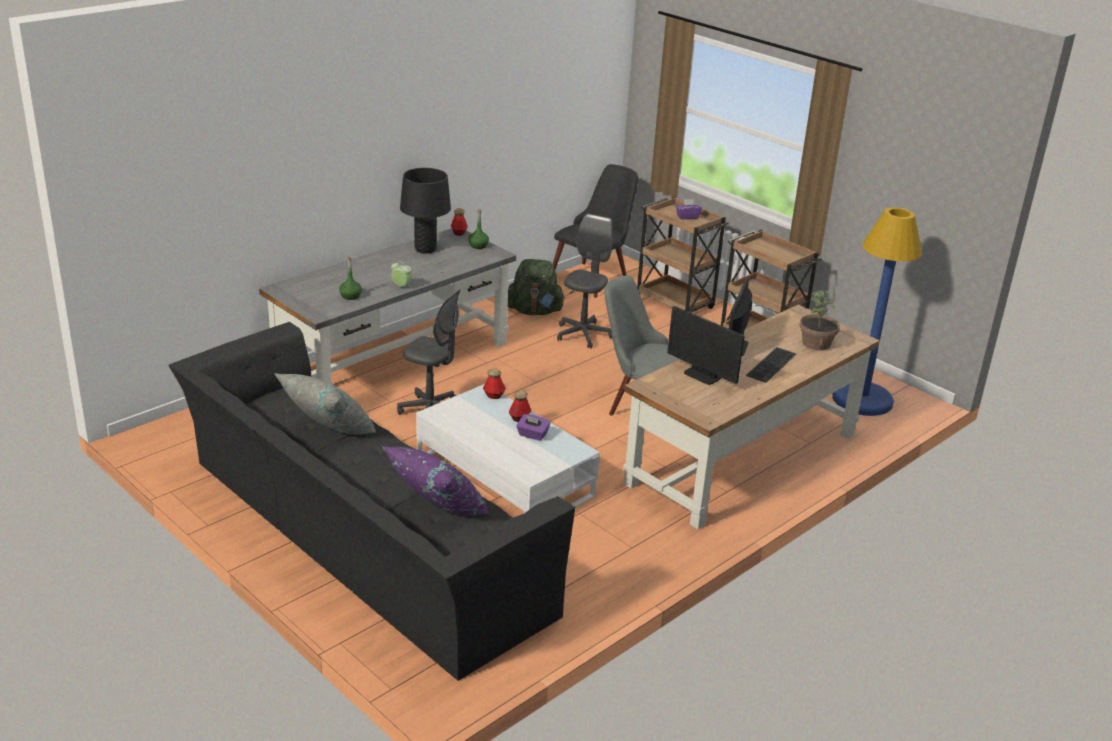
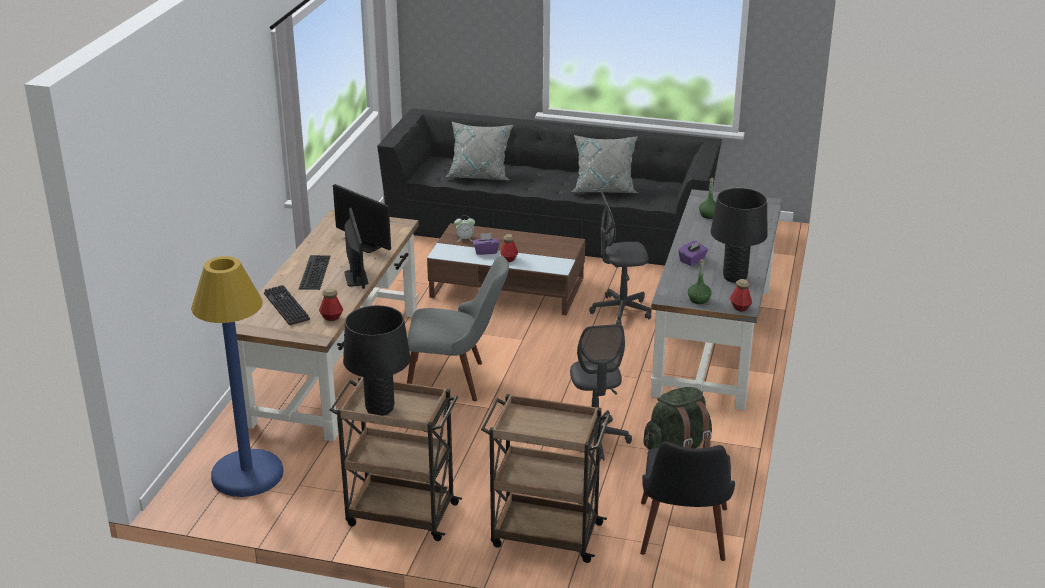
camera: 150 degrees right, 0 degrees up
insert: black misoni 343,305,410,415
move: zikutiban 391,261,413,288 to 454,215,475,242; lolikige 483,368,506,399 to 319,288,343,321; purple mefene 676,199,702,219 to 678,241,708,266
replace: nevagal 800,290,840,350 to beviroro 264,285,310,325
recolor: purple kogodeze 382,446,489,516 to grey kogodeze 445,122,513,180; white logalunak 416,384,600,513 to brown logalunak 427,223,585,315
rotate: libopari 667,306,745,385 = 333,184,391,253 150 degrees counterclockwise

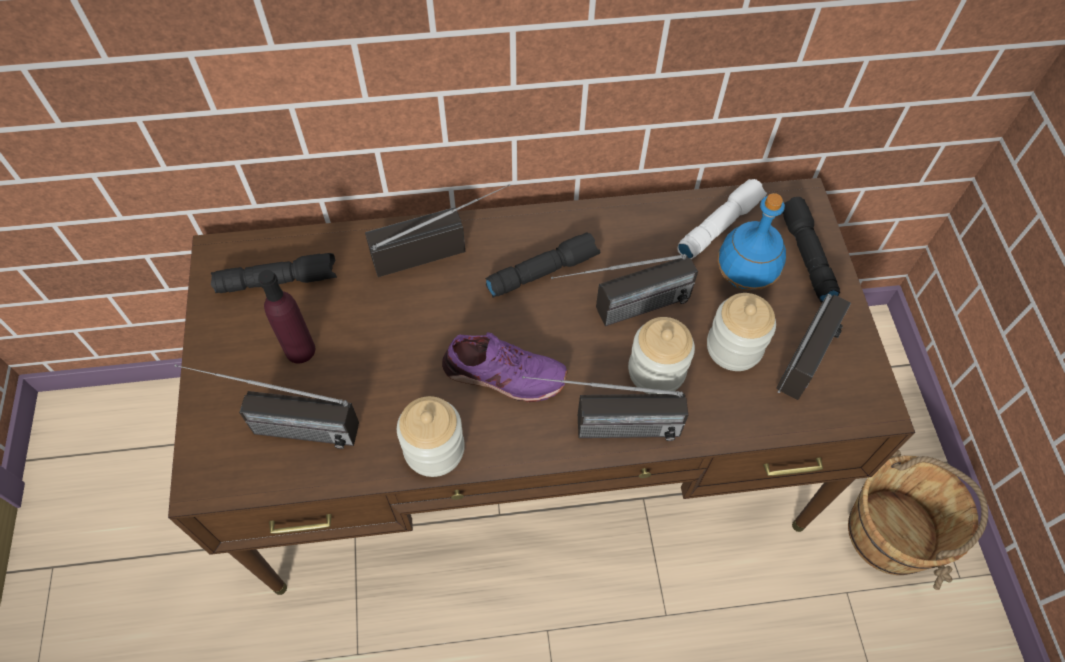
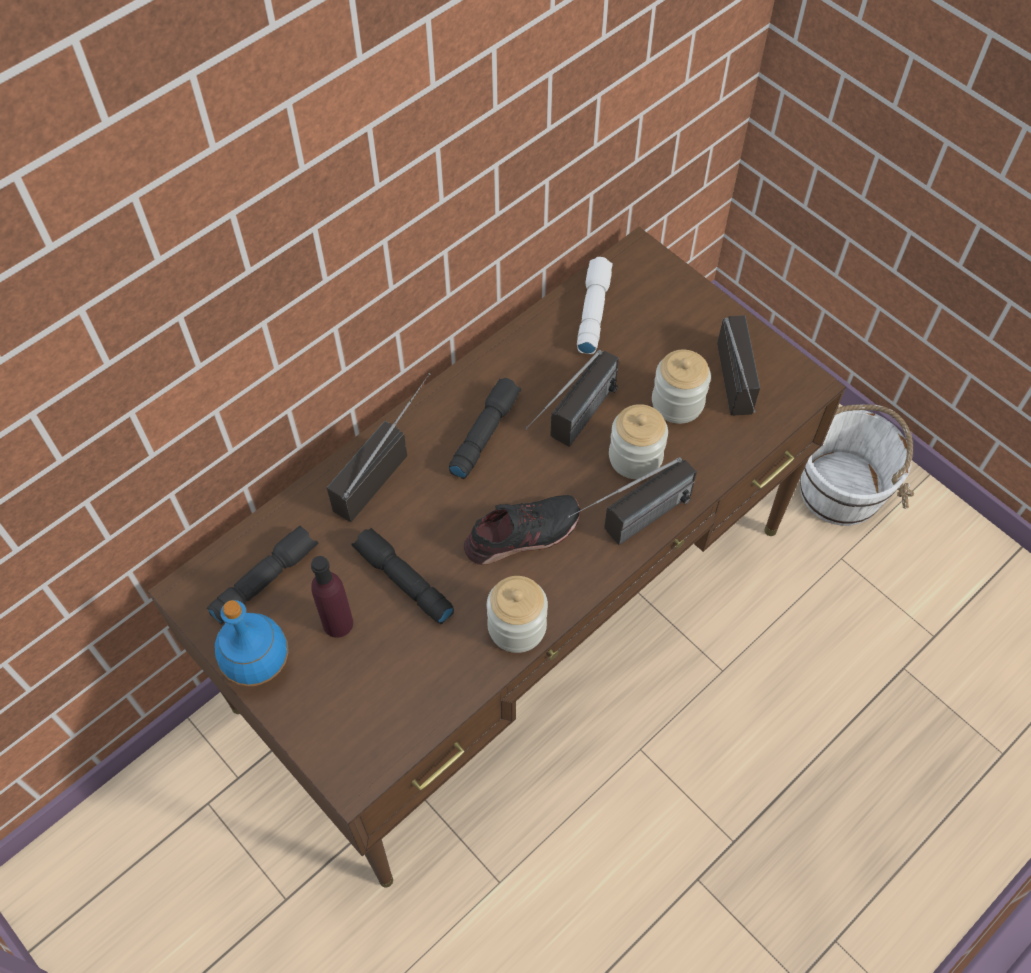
camera: 35 degrees left, 0 degrees up
delete: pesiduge 175,364,359,449
move: blue lolikige 717,193,786,291 to 215,600,289,686; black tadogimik 782,197,840,302 to 351,528,454,624
recolor: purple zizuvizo 442,332,568,402 to black zizuvizo 464,495,581,565; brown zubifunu 848,450,988,590 to white zubifunu 800,404,914,526

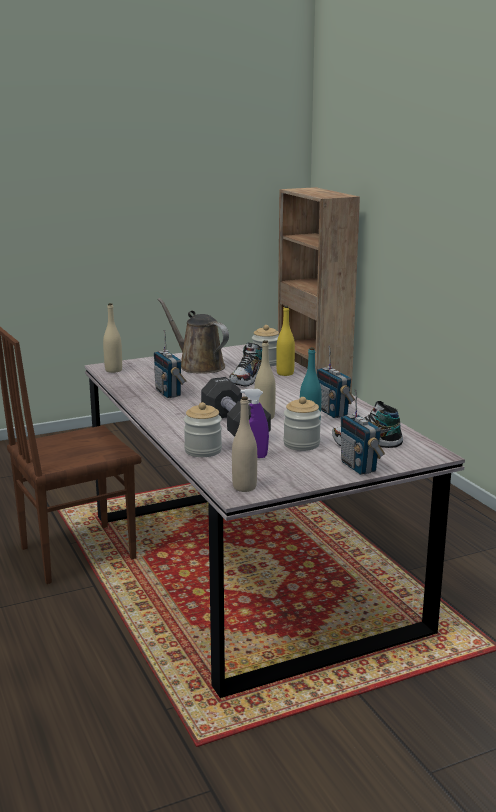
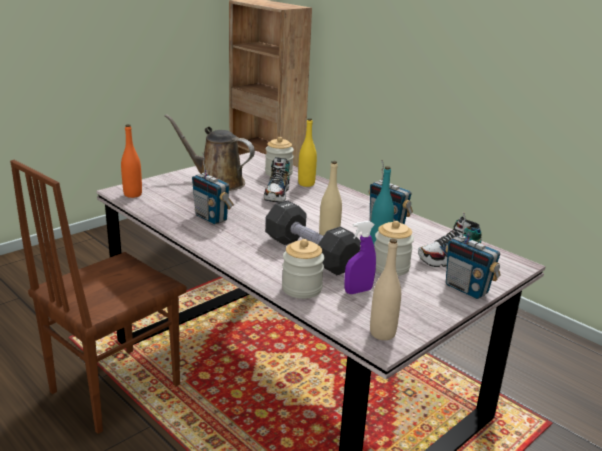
camera: 20 degrees left, 5 degrees up
recolor: beige lolikige 103,303,122,373 to orange lolikige 121,124,142,198

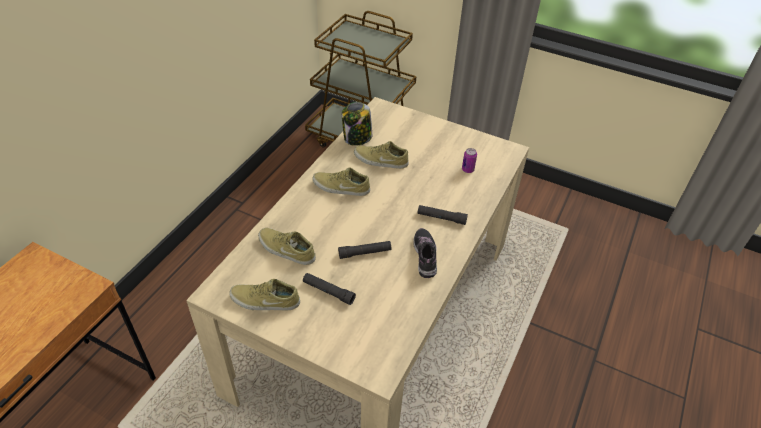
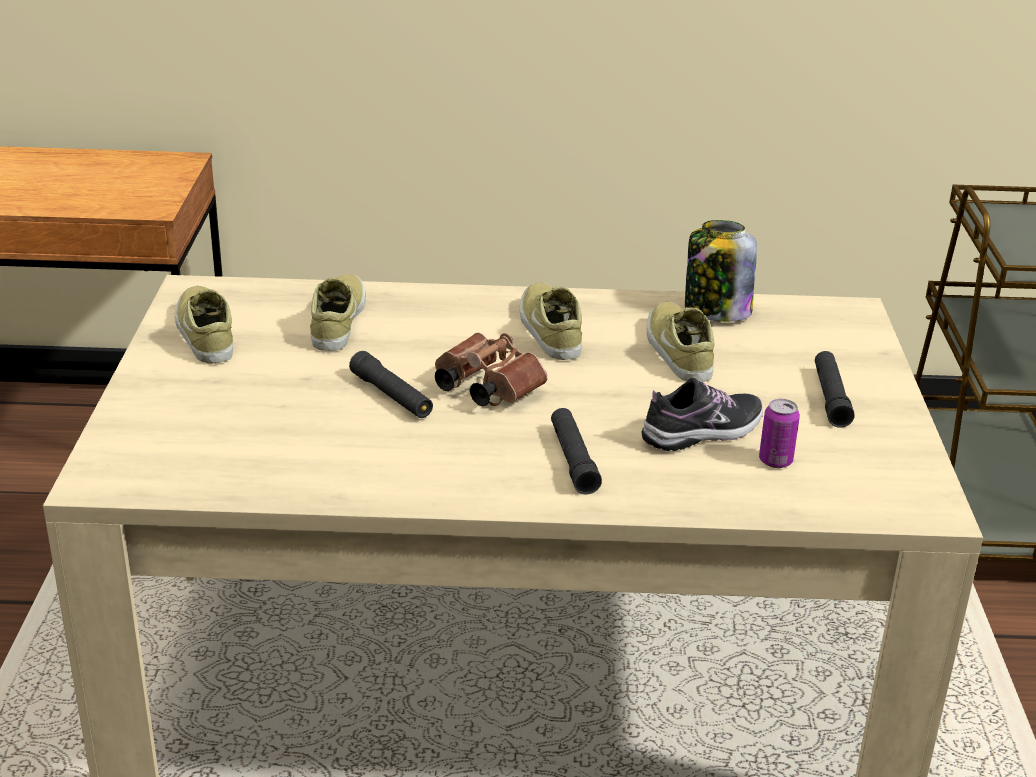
camera: 65 degrees right, 15 degrees down
insert: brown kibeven 435,333,547,406
move: black tadogimik 303,273,356,305 to 815,351,855,428; zizuvizo 413,228,437,278 to 642,378,763,451

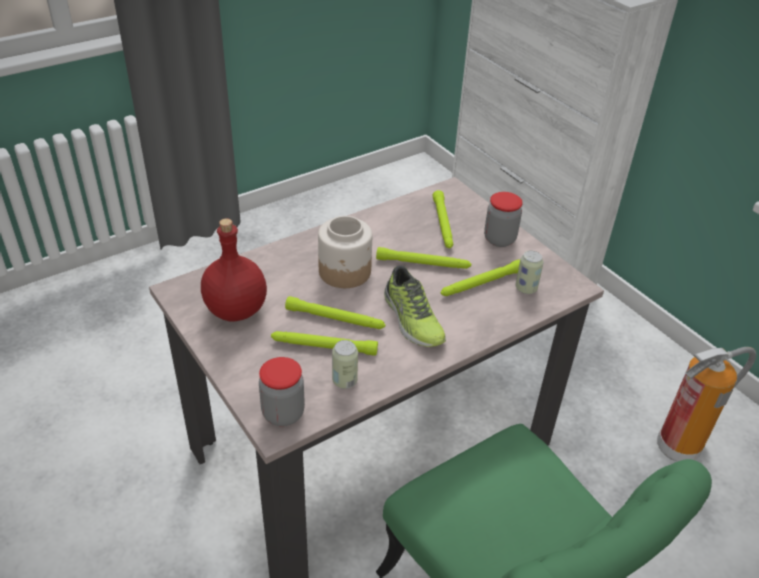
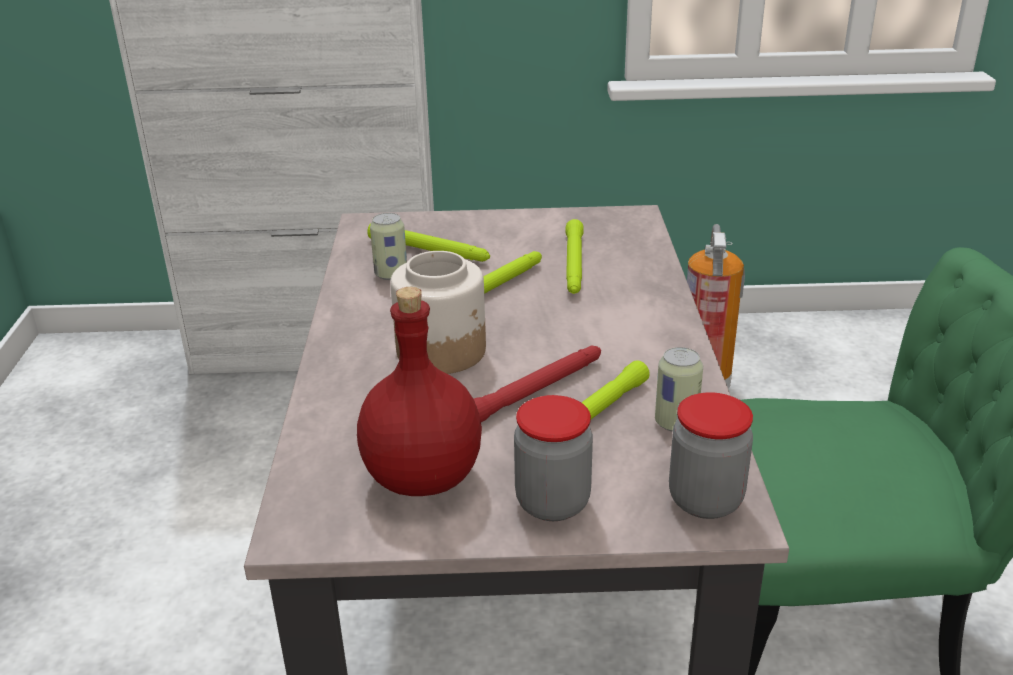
camera: 55 degrees left, 10 degrees down
delete: zizuvizo 384,265,446,347
move: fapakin 484,192,523,247 to 514,395,593,521; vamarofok 515,250,544,294 to 370,213,407,280
recolor: green tadogimik 285,296,386,329 to red tadogimik 474,345,601,422

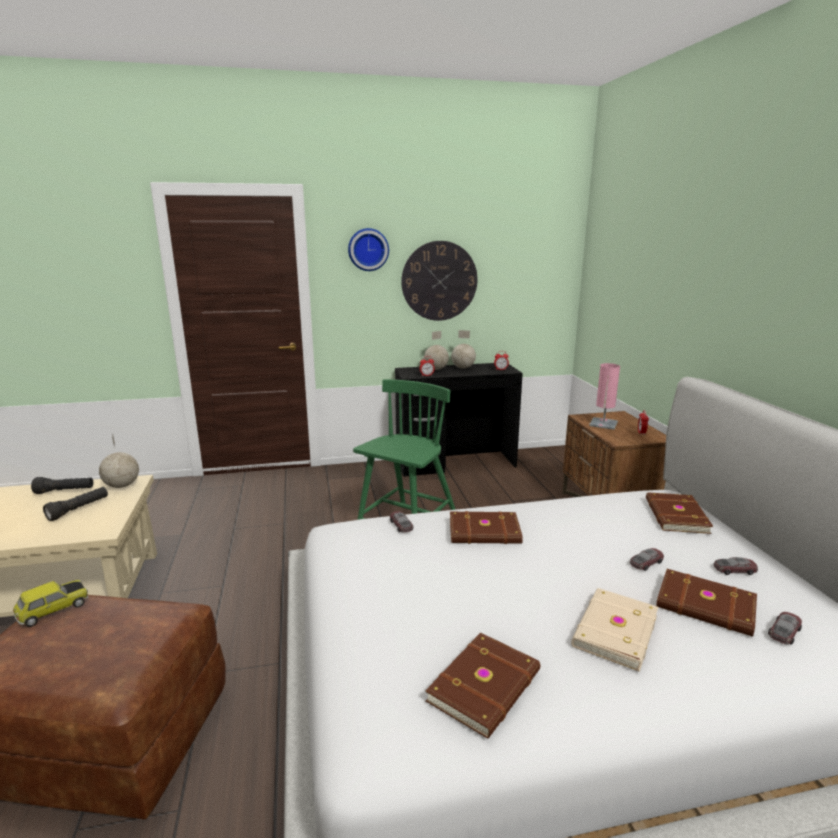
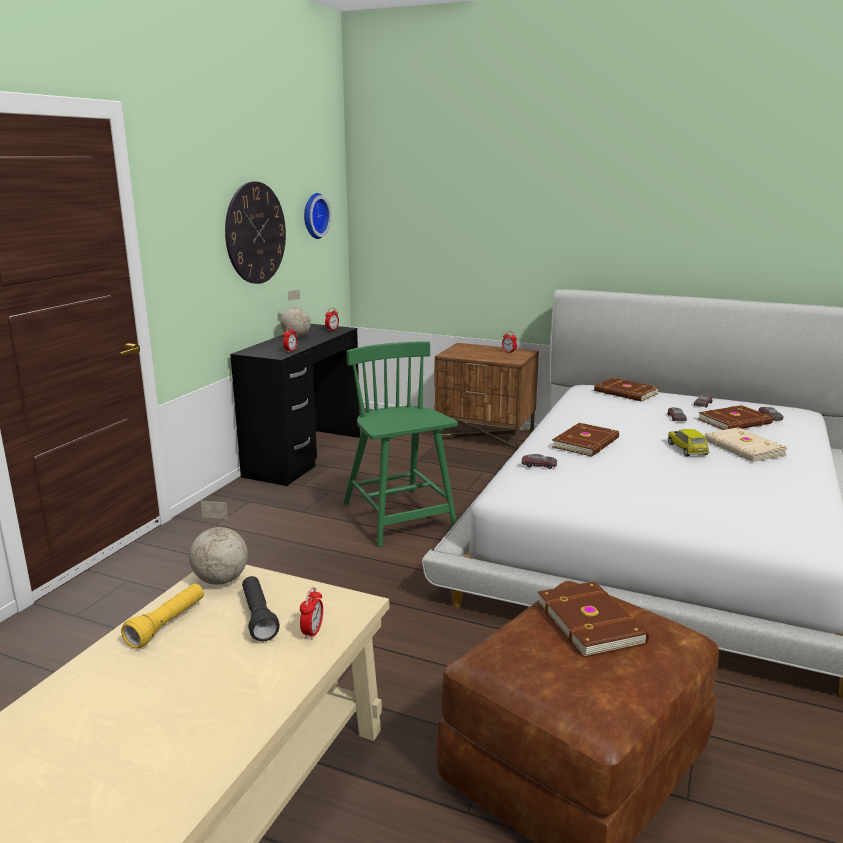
camera: 55 degrees left, 0 degrees up
delete: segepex 424,331,449,370; pink misoni 589,363,620,430
insert: zikutiban 300,587,323,640
move: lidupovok 13,580,88,627 to 668,429,709,456; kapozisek 348,228,389,271 to 304,193,331,239; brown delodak 425,632,540,738 to 537,581,649,658
recolor: black tadogimik 31,477,93,494 to yellow tadogimik 121,583,204,649

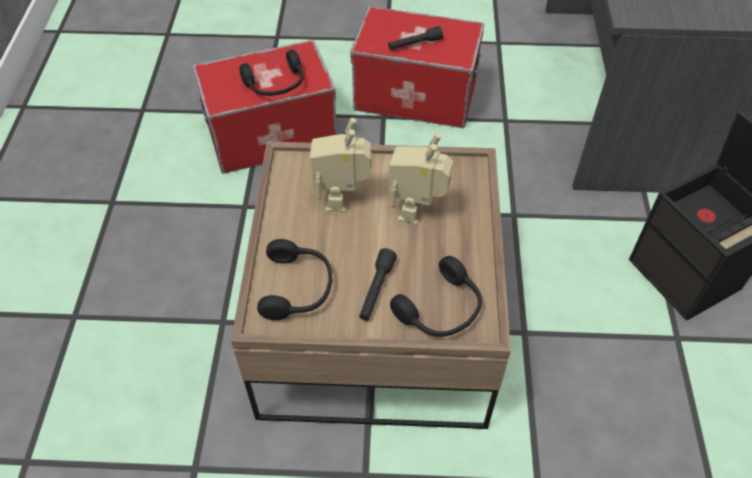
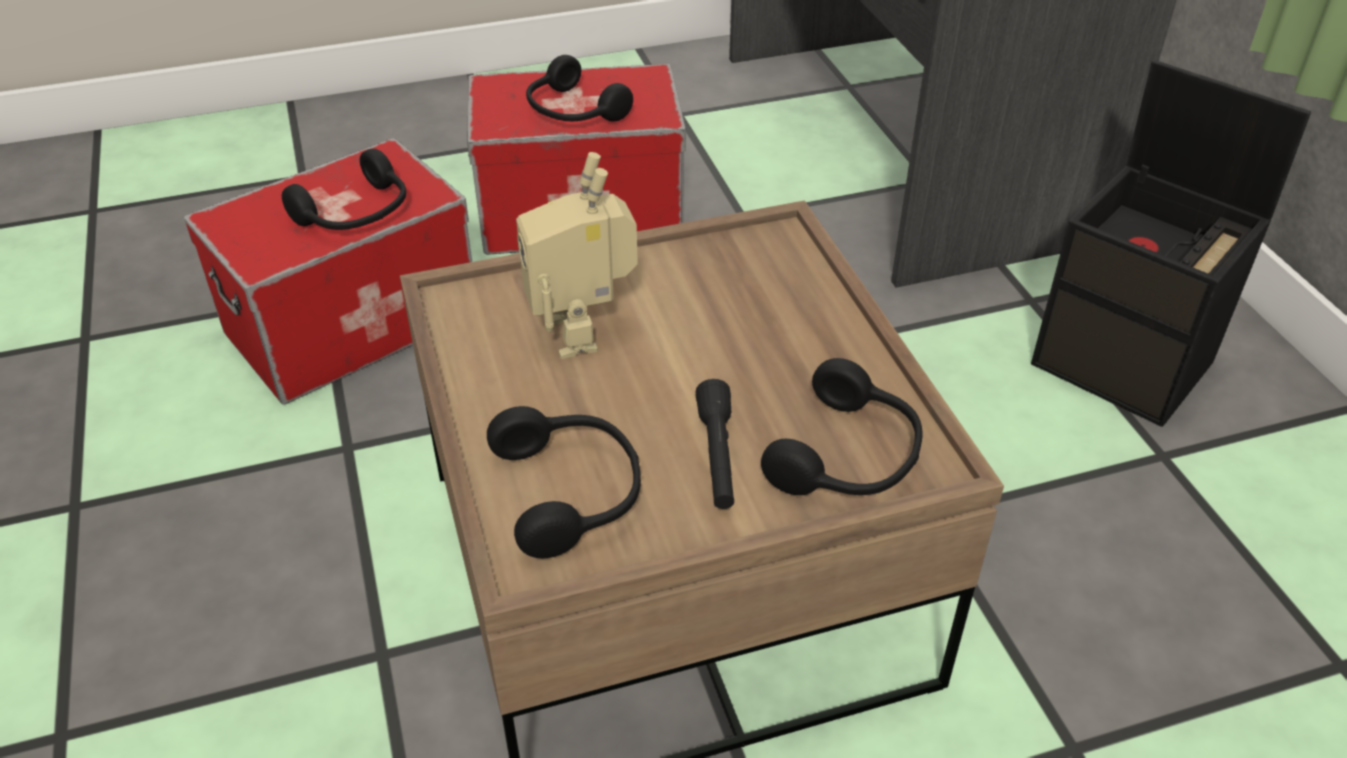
camera: 20 degrees left, 10 degrees down
delete: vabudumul 388,133,453,225
replace: black tadogimik 388,26,443,50 to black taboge 526,55,633,121

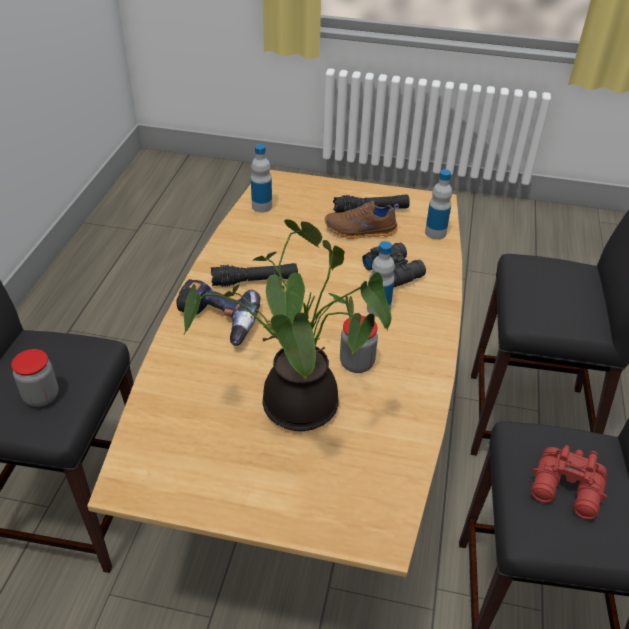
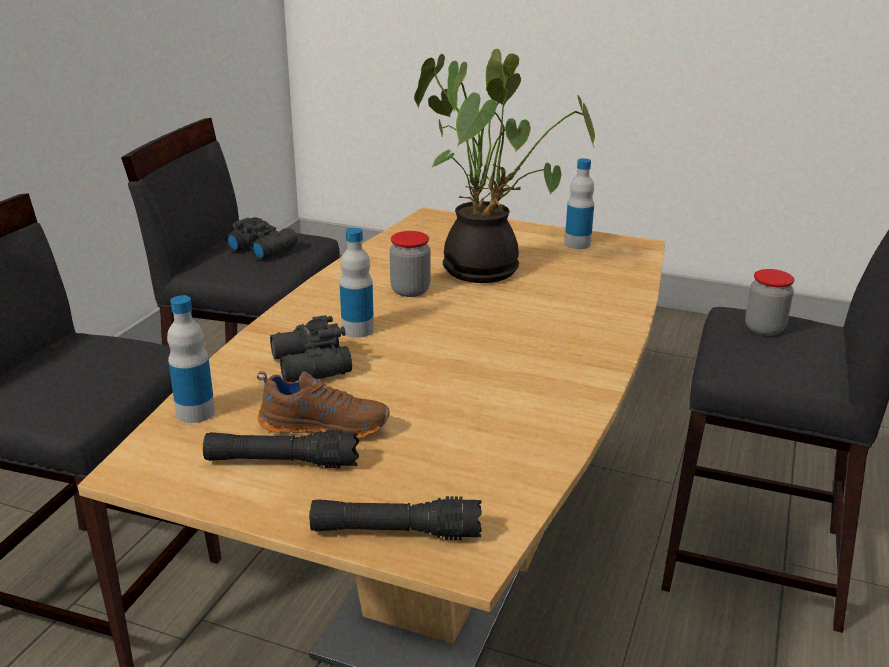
camera: 170 degrees left, 15 degrees down
delete: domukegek 176,279,261,346
move: black tadogimik 211,263,298,287 to 309,496,482,540; lolikige 251,144,272,213 to 565,158,594,249
recolor: red kibeven 531,445,608,520 to black kibeven 225,217,298,260

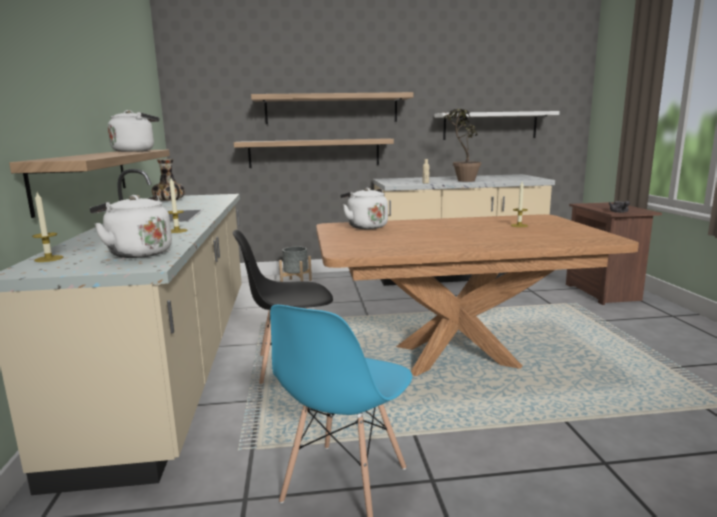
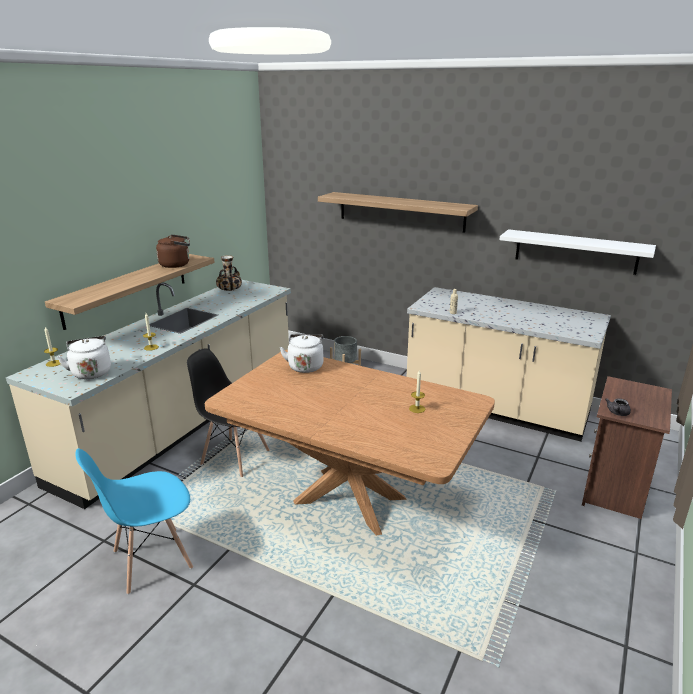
camera: 35 degrees right, 10 degrees up
delete: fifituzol 234,138,394,168; nevagal 442,109,481,182
recolor: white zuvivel 108,110,159,152 to brown zuvivel 156,234,190,268

